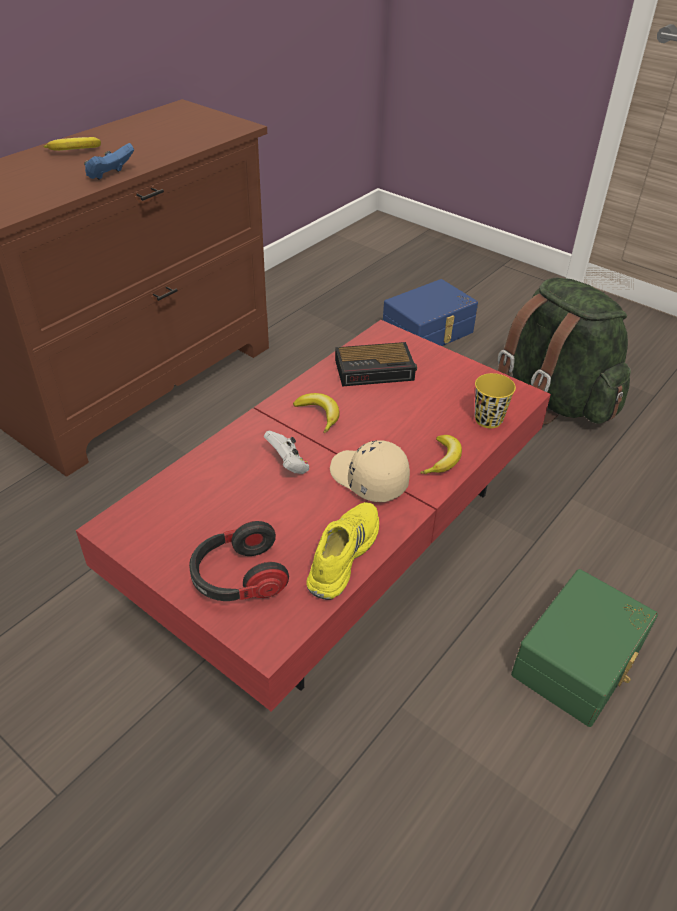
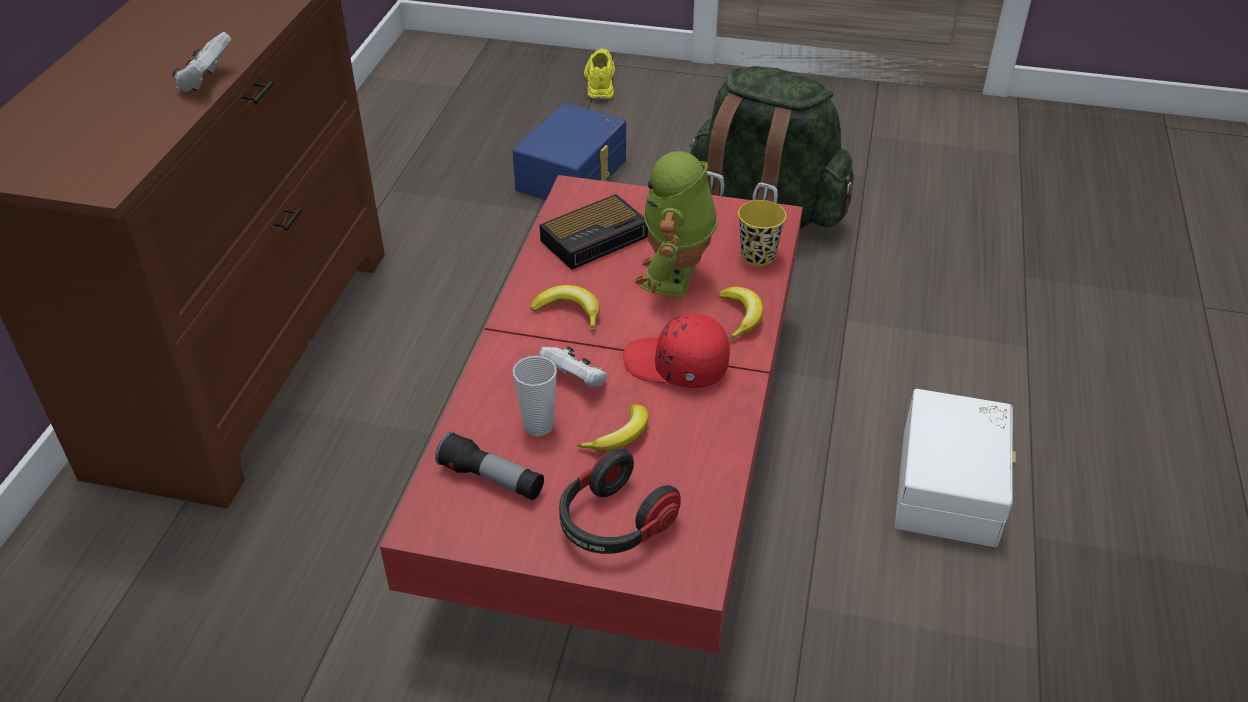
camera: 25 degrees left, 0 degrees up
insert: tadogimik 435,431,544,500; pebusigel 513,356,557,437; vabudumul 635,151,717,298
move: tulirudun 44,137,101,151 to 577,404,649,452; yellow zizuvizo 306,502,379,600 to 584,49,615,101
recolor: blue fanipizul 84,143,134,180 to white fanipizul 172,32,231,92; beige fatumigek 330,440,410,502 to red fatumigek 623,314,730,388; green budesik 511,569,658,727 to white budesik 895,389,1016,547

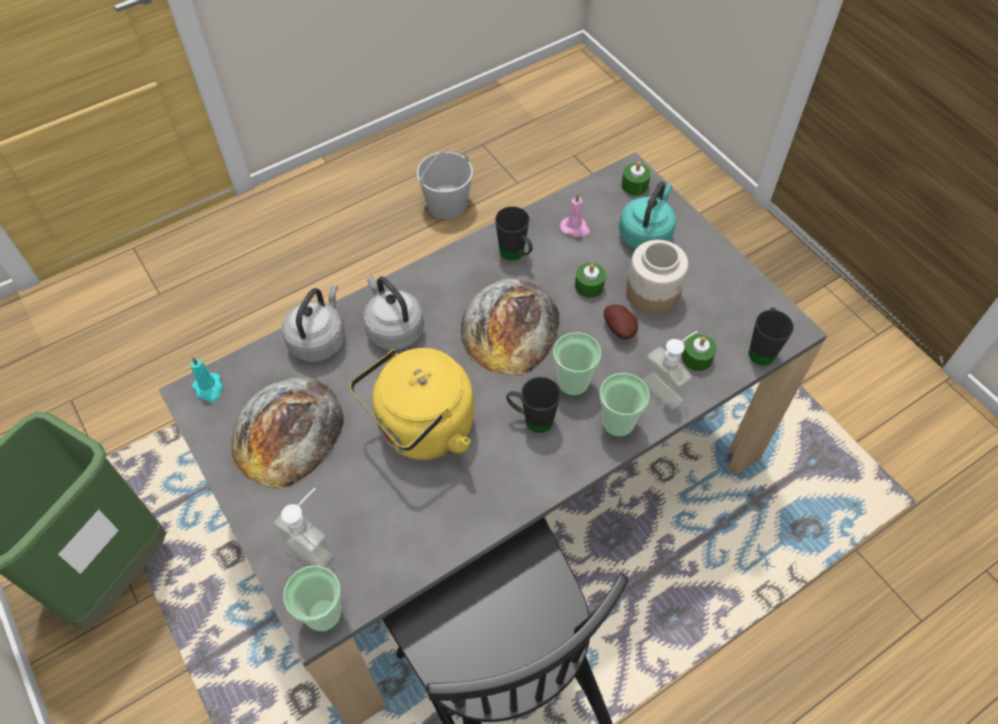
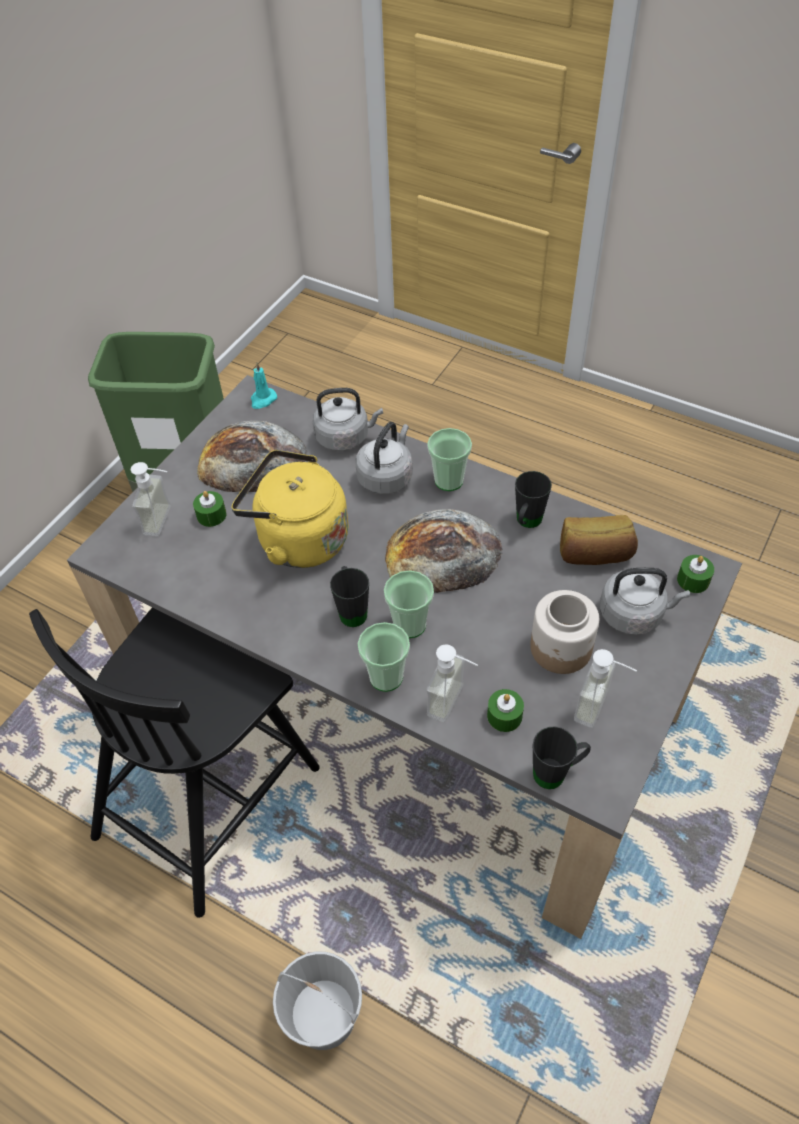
camera: 65 degrees right, 5 degrees down
delete: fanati 604,304,638,339
insert: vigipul 574,649,637,728
move: pebusigel 283,565,342,632 to 427,428,472,491; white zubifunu 417,149,473,219 to 273,952,362,1050; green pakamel 575,263,606,298 to 193,491,227,527
replace: pink pakamel 560,194,590,237 to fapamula 560,515,638,565
recolor: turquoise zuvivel 619,182,676,250 to grey zuvivel 600,568,690,635

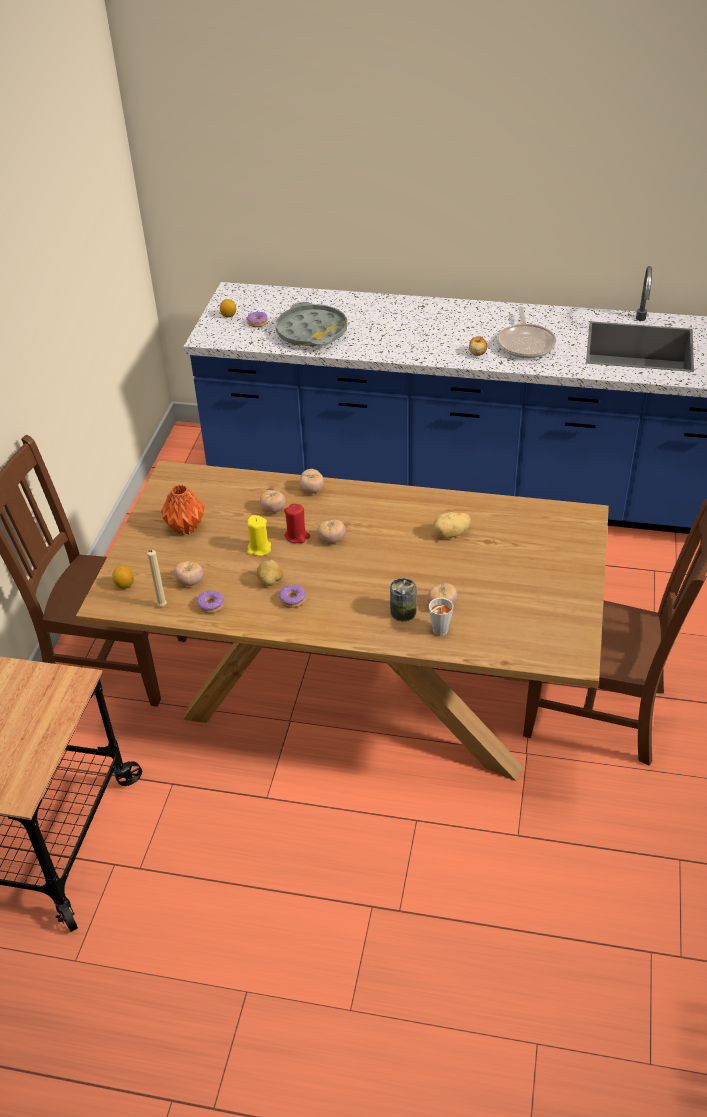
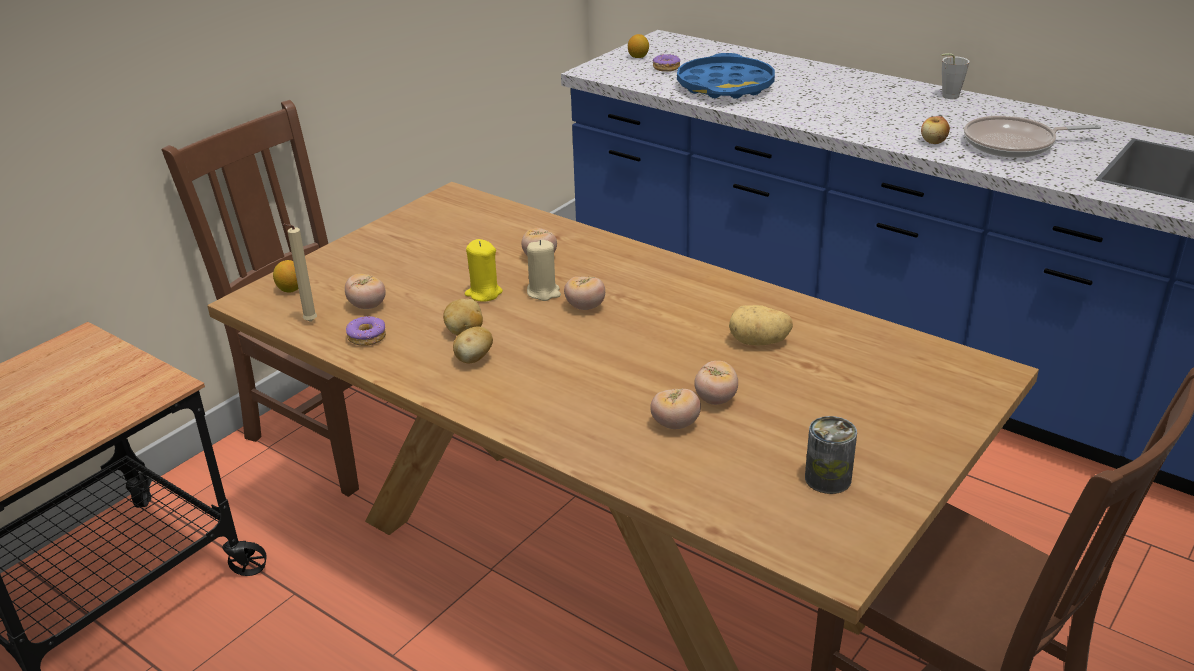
camera: 25 degrees right, 10 degrees down
delete: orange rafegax 161,485,205,535
move: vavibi 300,469,324,494 to 694,361,738,405; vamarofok 390,578,417,621 to 805,416,857,494; grey pebusigel 429,598,454,636 to 941,53,969,99
replace: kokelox 279,585,306,608 to fanati 453,327,493,363
recolor: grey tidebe 275,302,347,347 to blue tidebe 677,53,775,99; red pakamel 284,504,310,543 to beige pakamel 527,240,561,301
rotate: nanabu 498,306,556,359 = 964,116,1101,158 60 degrees clockwise

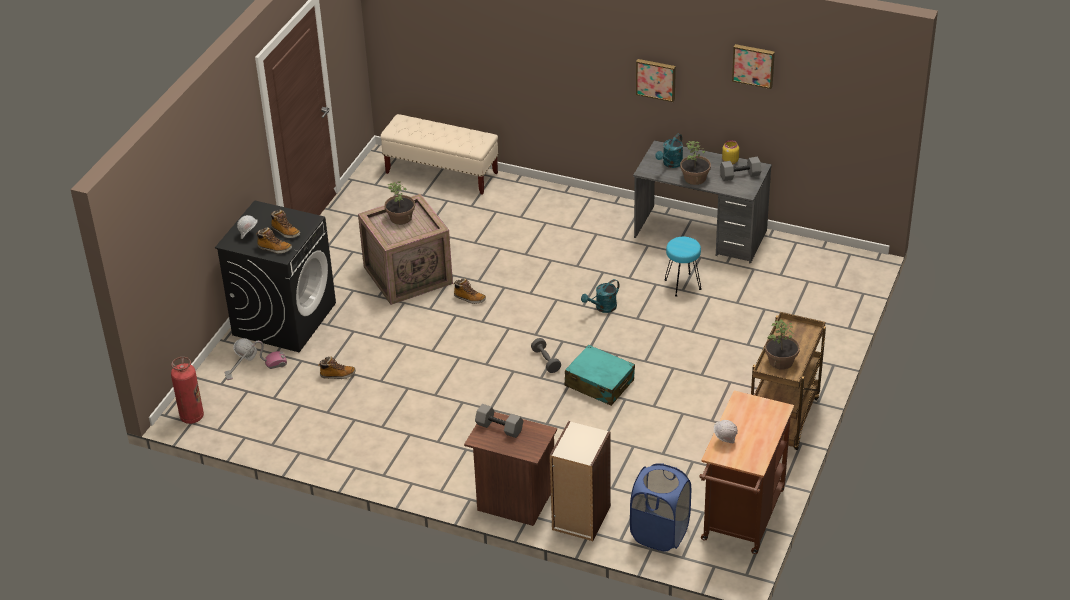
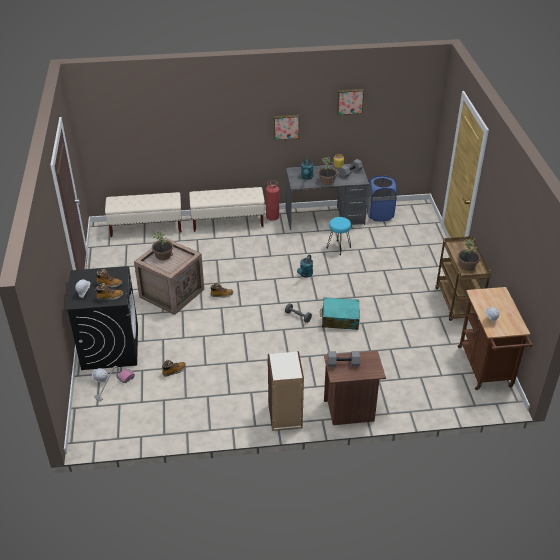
camera: 30 degrees left, 0 degrees up
insert: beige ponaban 189,187,265,232
move: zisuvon 171,357,204,424 to 266,180,279,221; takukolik 550,421,611,541 to 268,351,304,431; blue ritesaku 630,463,691,552 to 367,175,397,221

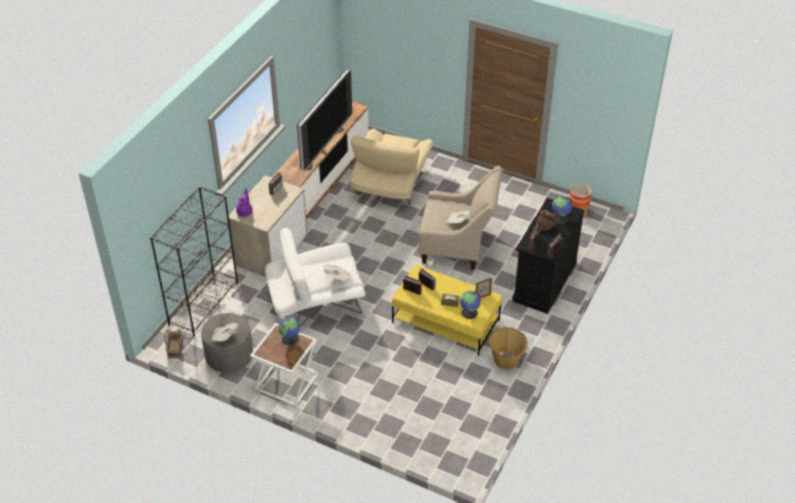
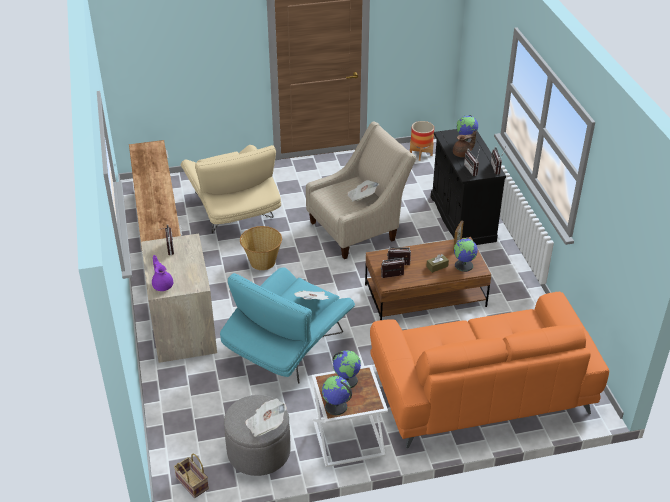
camera: 40 degrees left, 5 degrees down
delete: black takukolik 150,186,238,336; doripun 297,69,352,171
insert: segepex 322,376,352,415; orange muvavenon 370,292,609,448
move: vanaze 488,327,528,370 to 240,226,282,270
recolor: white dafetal 265,228,366,327 to turquoise dafetal 220,267,355,384; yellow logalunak 392,264,502,356 to brown logalunak 365,237,491,320

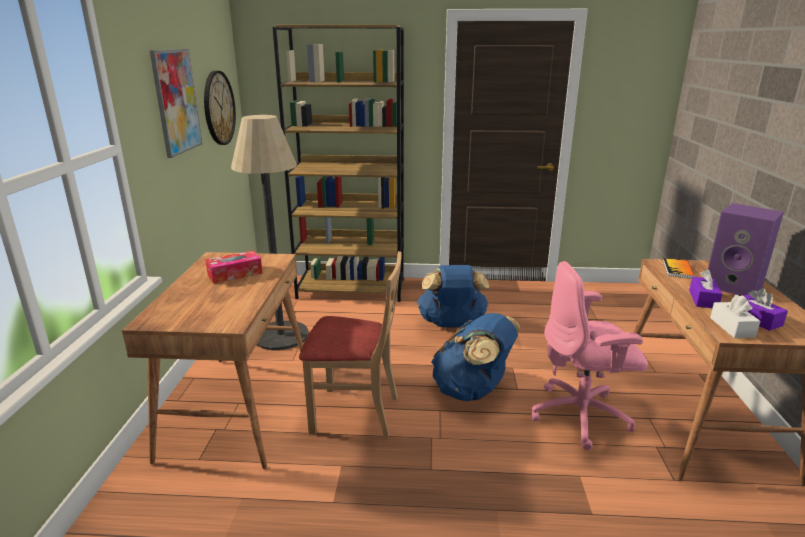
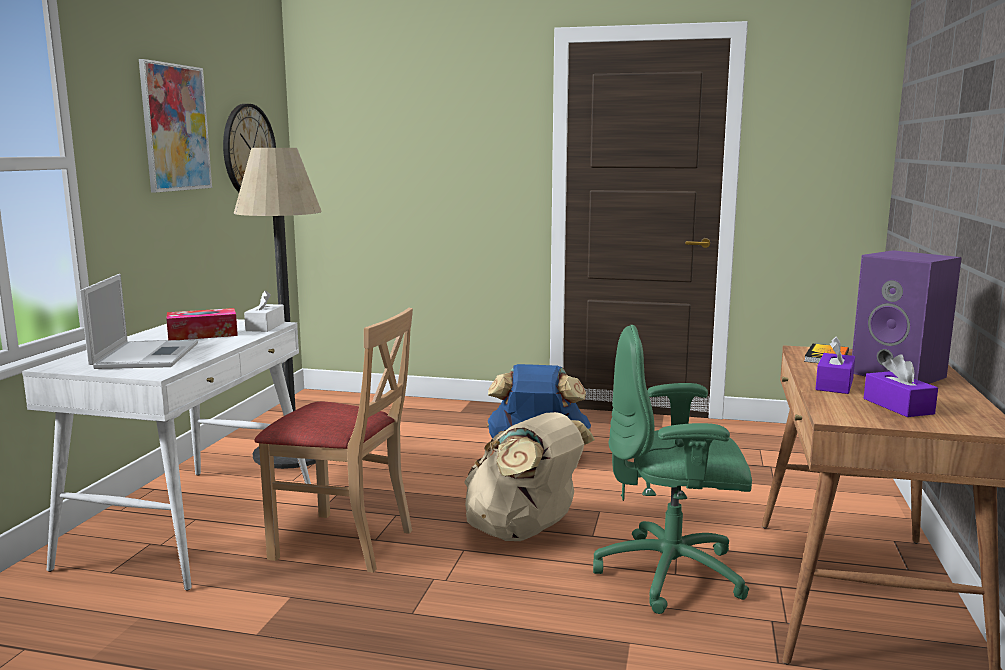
camera: 10 degrees right, 10 degrees down
delete: brown takukolik 272,25,404,302
insert: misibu 80,274,198,369
move: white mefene 710,295,761,338 to 244,290,285,332
recolor: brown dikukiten 122,252,303,469 to white dikukiten 22,319,311,591; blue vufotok 431,313,521,401 to beige vufotok 464,412,595,541; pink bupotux 531,261,648,450 to green bupotux 593,325,752,614

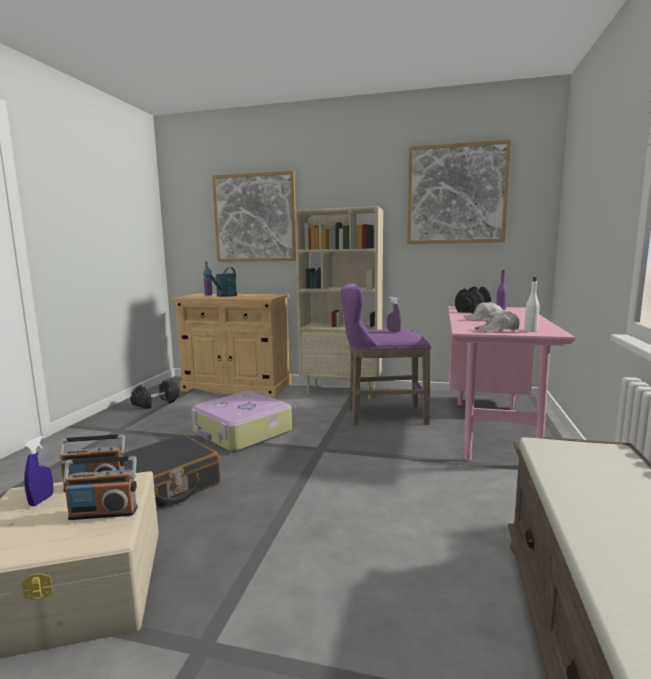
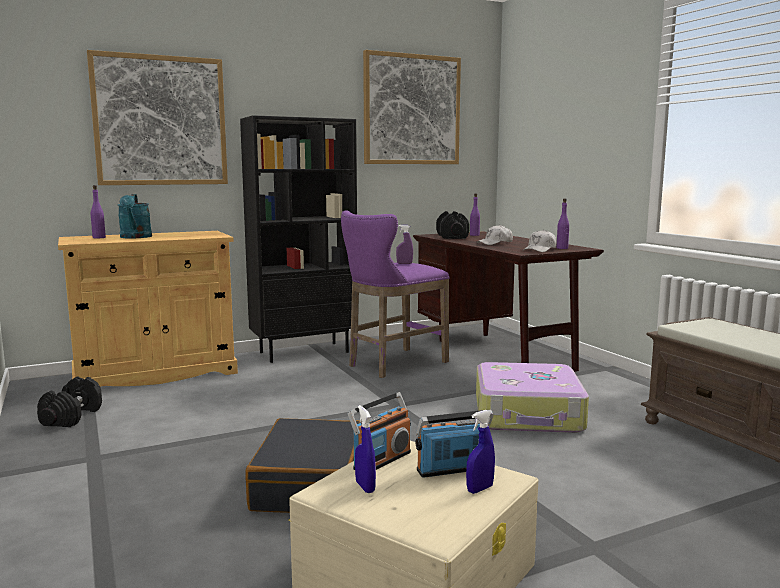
camera: 40 degrees left, 0 degrees up
insert: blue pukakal 466,410,495,494
move: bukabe 191,391,292,452 to 476,362,589,433
recolor: beige takukolik 295,207,383,399 to black takukolik 240,115,357,363; pink dikukiten 448,306,576,460 to brown dikukiten 413,231,604,371; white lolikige 524,277,539,332 to purple lolikige 557,198,569,249
rotate: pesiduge 63,456,138,520 = 415,410,493,478 150 degrees counterclockwise

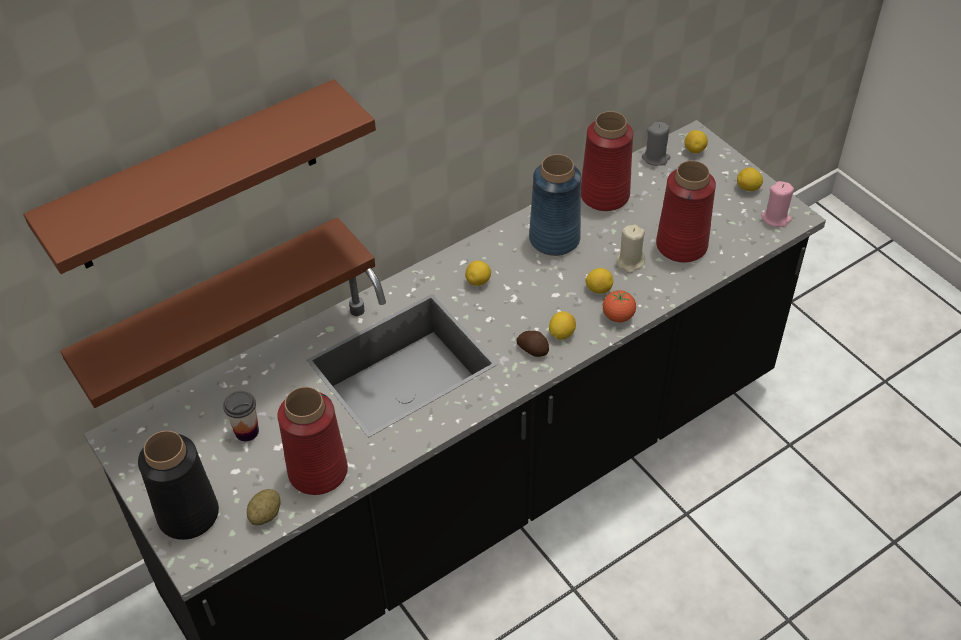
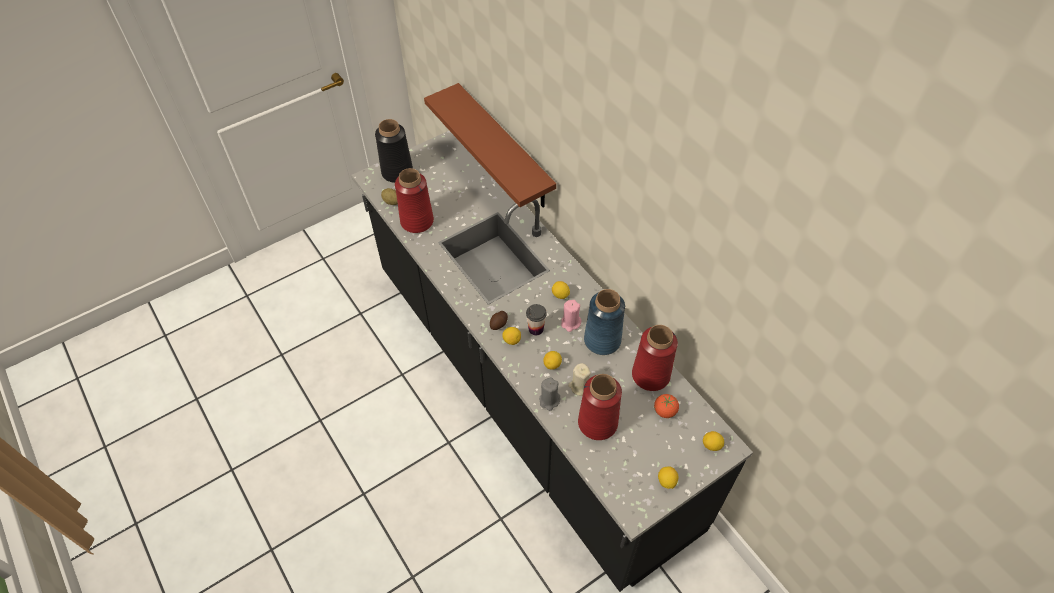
camera: 90 degrees right, 5 degrees up
delete: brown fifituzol 24,79,376,274
move: pebusigel 223,391,259,441 to 526,304,547,335; vavibi 603,290,636,322 to 654,394,679,418; grey pakamel 642,122,670,166 to 539,377,560,411; pink pakamel 761,181,794,227 to 561,300,581,332

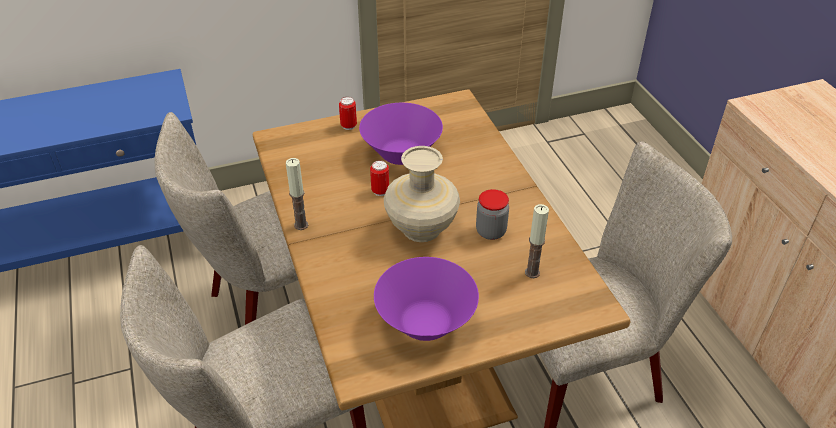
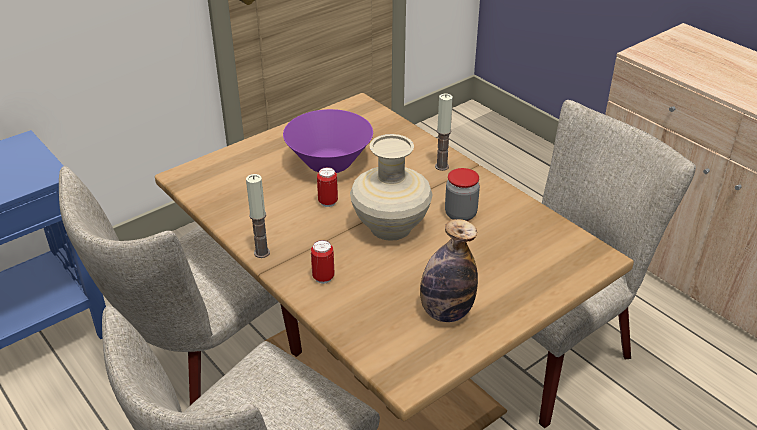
camera: 20 degrees left, 5 degrees down
move: vamarofok 339,97,357,130 to 311,240,335,284; pakamel 525,204,549,278 to 435,94,453,171
replace: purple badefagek 374,257,479,341 to lolikige 420,219,478,322

